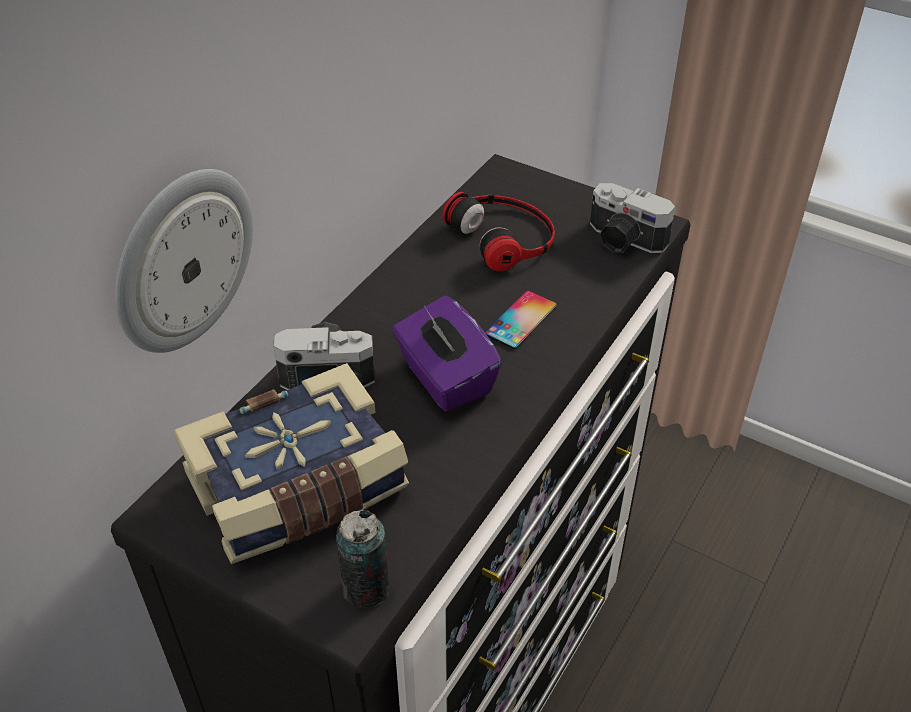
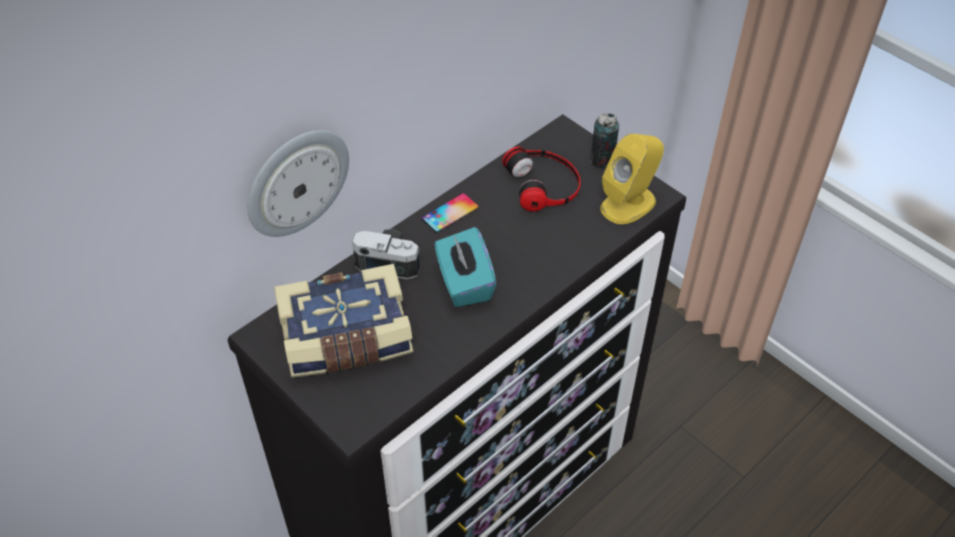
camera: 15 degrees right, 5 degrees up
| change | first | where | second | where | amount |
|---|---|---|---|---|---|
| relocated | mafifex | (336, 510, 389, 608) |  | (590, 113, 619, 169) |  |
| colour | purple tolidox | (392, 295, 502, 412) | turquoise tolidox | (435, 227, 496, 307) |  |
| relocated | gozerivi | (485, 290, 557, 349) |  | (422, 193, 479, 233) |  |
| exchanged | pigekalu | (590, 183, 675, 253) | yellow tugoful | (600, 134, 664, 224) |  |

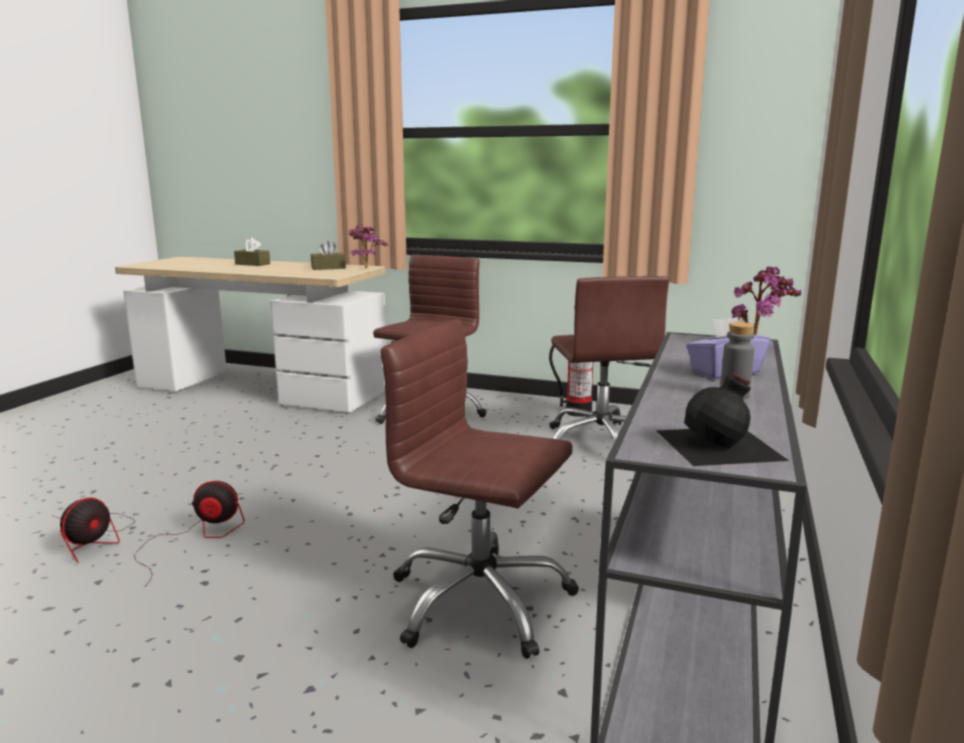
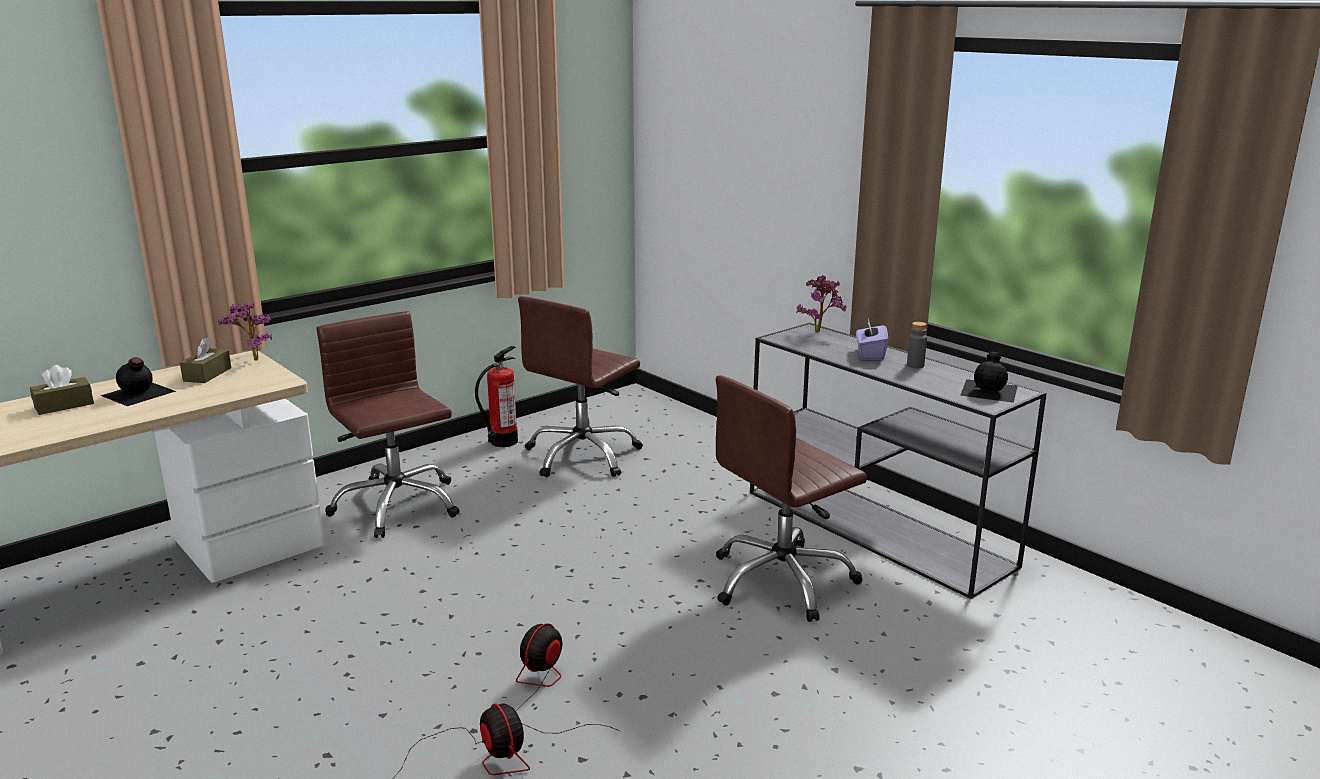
camera: 60 degrees left, 5 degrees up
| change | first | where | second | where | amount |
|---|---|---|---|---|---|
| spun | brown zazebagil | (550, 276, 669, 442) |  | (518, 296, 643, 478) | 105 degrees clockwise |
| appeared |  |  | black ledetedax | (100, 357, 176, 406) |  |

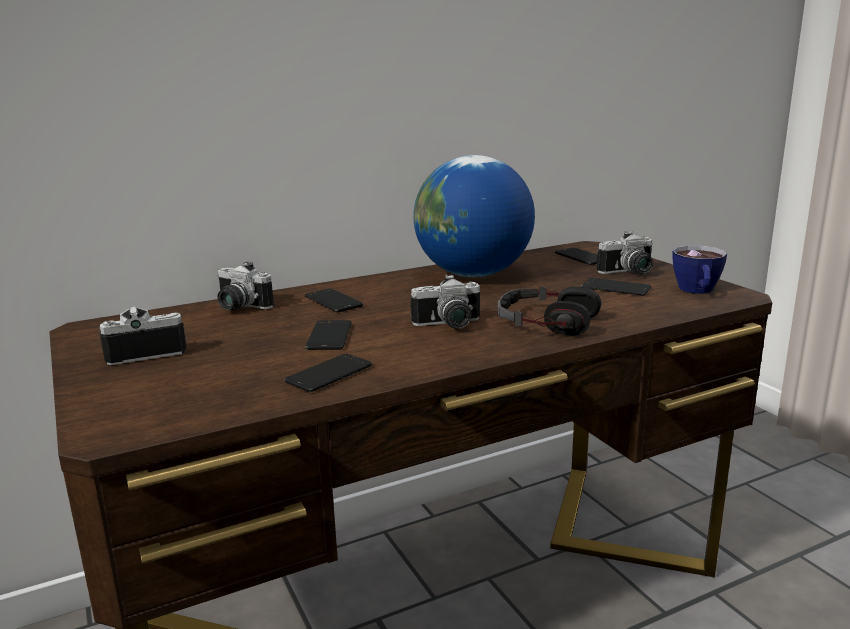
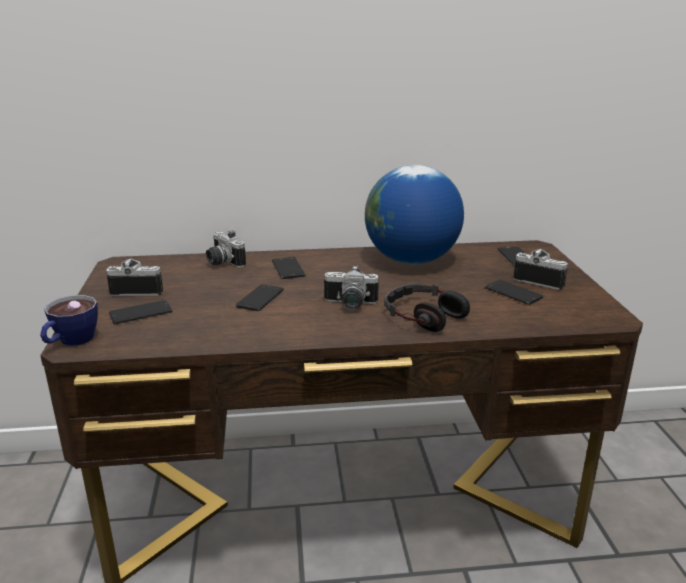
camera: 20 degrees right, 5 degrees up
| change | first | where | second | where | amount |
|---|---|---|---|---|---|
| relocated | gozerivi | (285, 354, 372, 392) |  | (109, 300, 172, 324) |  |
| spun | pigekalu | (597, 231, 653, 274) |  | (514, 249, 568, 290) | 150 degrees counterclockwise |
| relocated | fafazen | (672, 245, 727, 294) |  | (40, 295, 98, 346) |  |

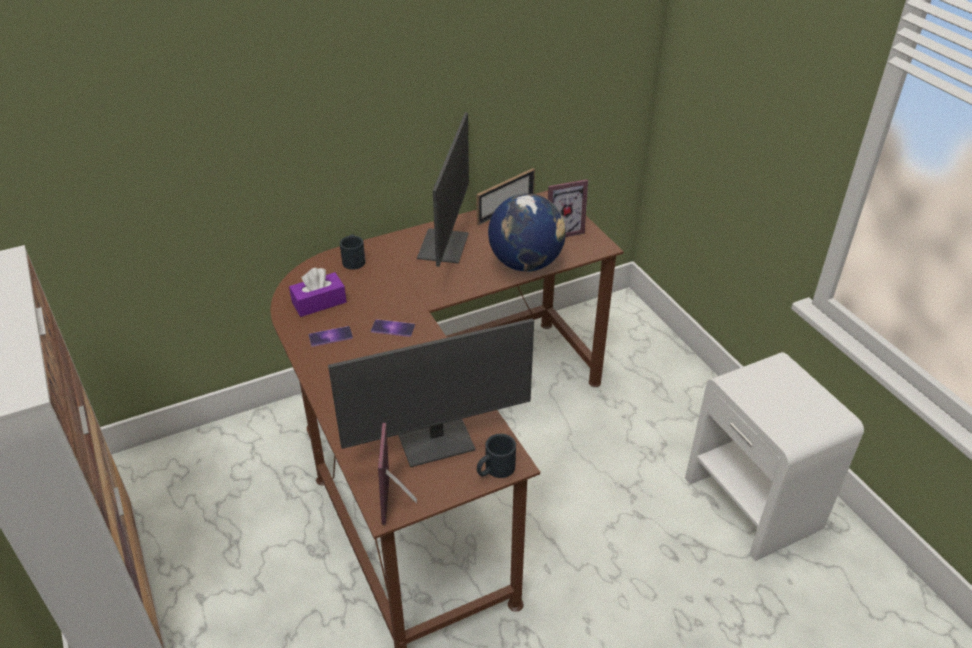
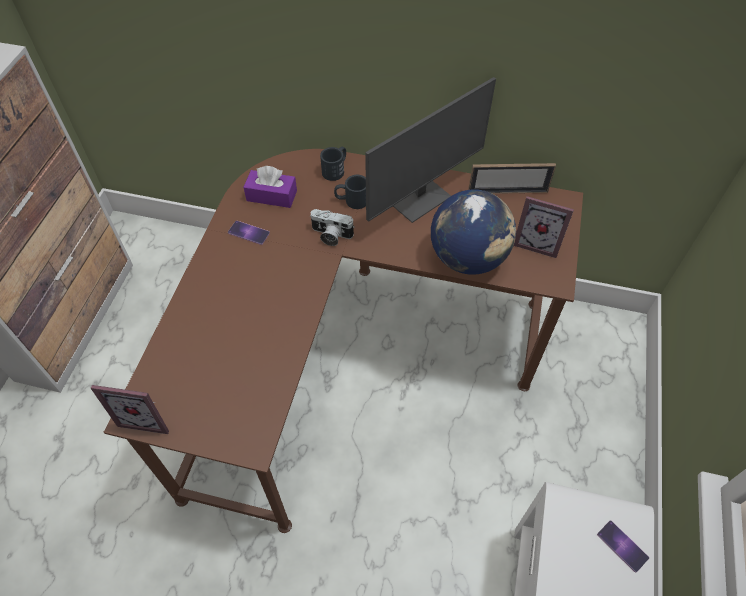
camera: 40 degrees right, 15 degrees up
| change | first | where | second | where | amount |
|---|---|---|---|---|---|
| missing | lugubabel | (328, 318, 534, 467) |  |  |  |
| relocated | gozerivi | (371, 319, 415, 337) |  | (597, 521, 649, 572) |  |
| spun | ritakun | (378, 423, 417, 525) |  | (91, 385, 169, 434) | 120 degrees counterclockwise |
| relocated | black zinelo | (477, 434, 516, 478) |  | (334, 175, 366, 209) |  |
| appeared |  |  | pigekalu | (310, 209, 355, 246) |  |

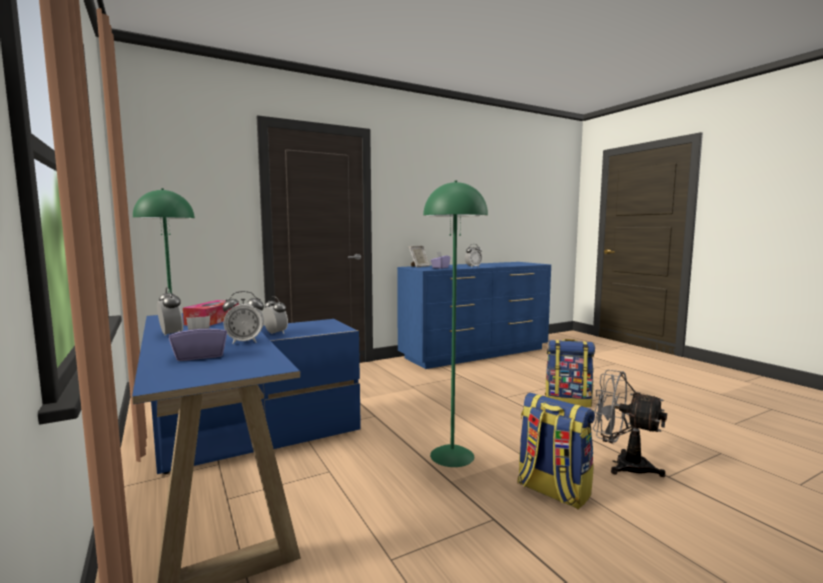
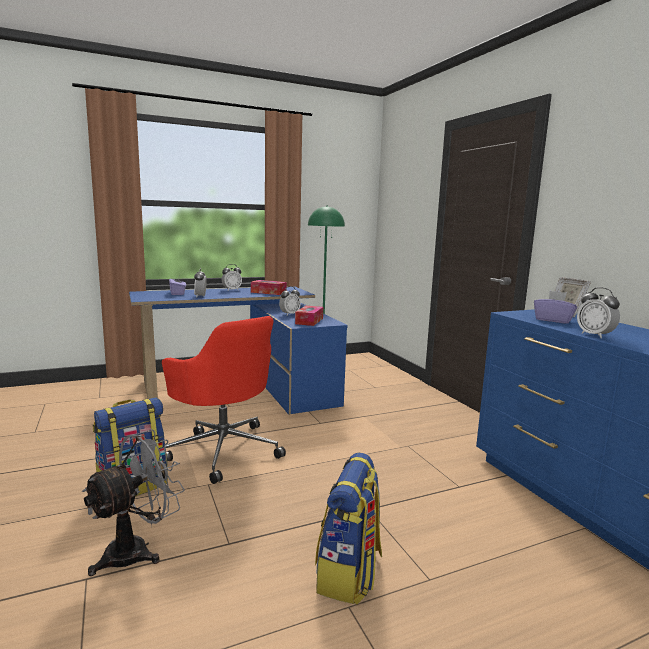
camera: 95 degrees right, 5 degrees up
| change | first | where | second | where | amount |
|---|---|---|---|---|---|
| exchanged | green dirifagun | (423, 180, 488, 467) | red zazebagil | (162, 316, 286, 484) |  |
| appeared |  |  | tolidox | (295, 306, 323, 326) |  |

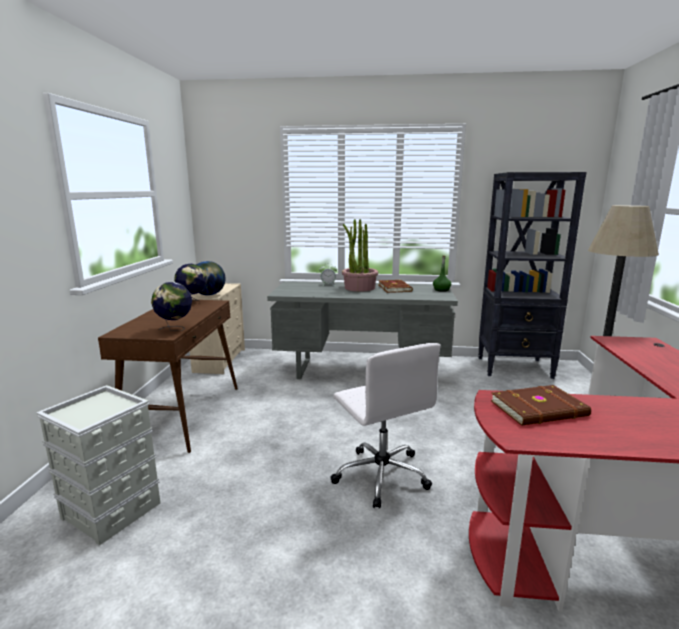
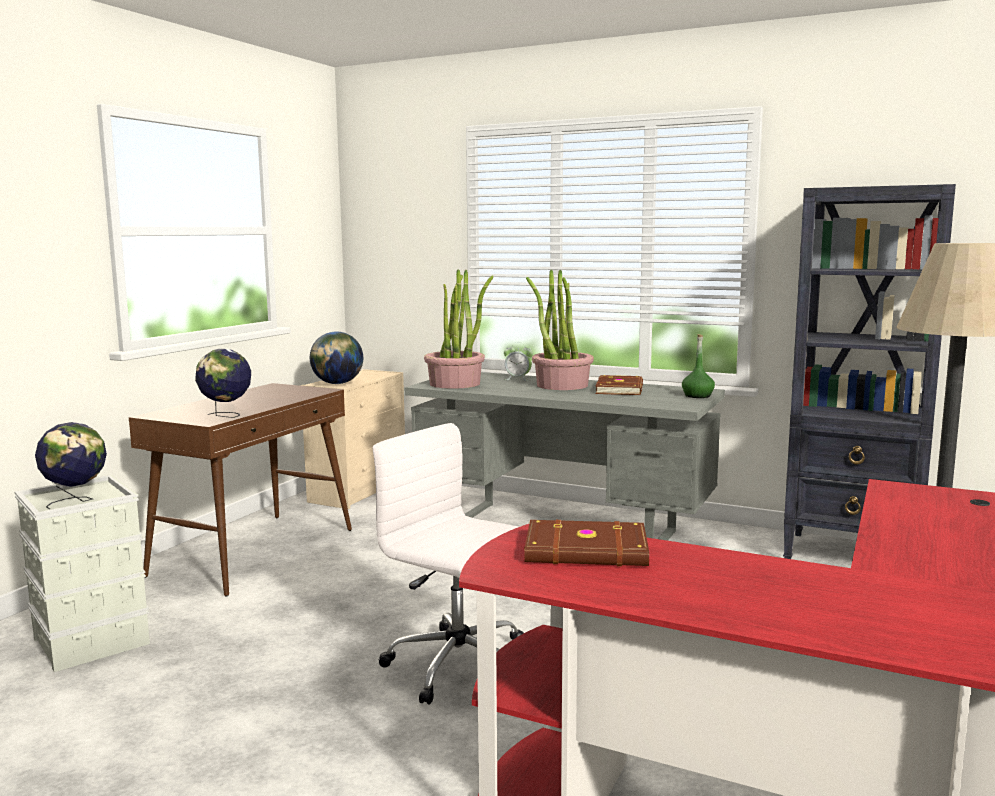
camera: 20 degrees right, 5 degrees down
| change | first | where | second | where | amount |
|---|---|---|---|---|---|
| relocated | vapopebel | (174, 264, 207, 301) |  | (35, 422, 107, 509) |  |
| spun | white zazebagil | (330, 343, 441, 508) |  | (373, 423, 524, 705) | 135 degrees clockwise |
| appeared |  |  | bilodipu | (424, 269, 493, 389) |  |

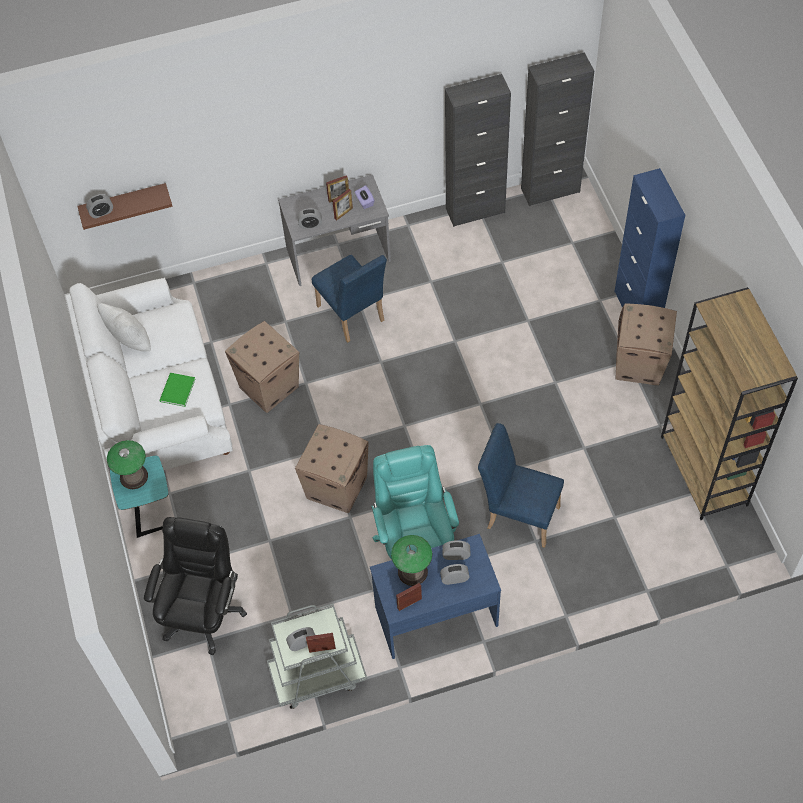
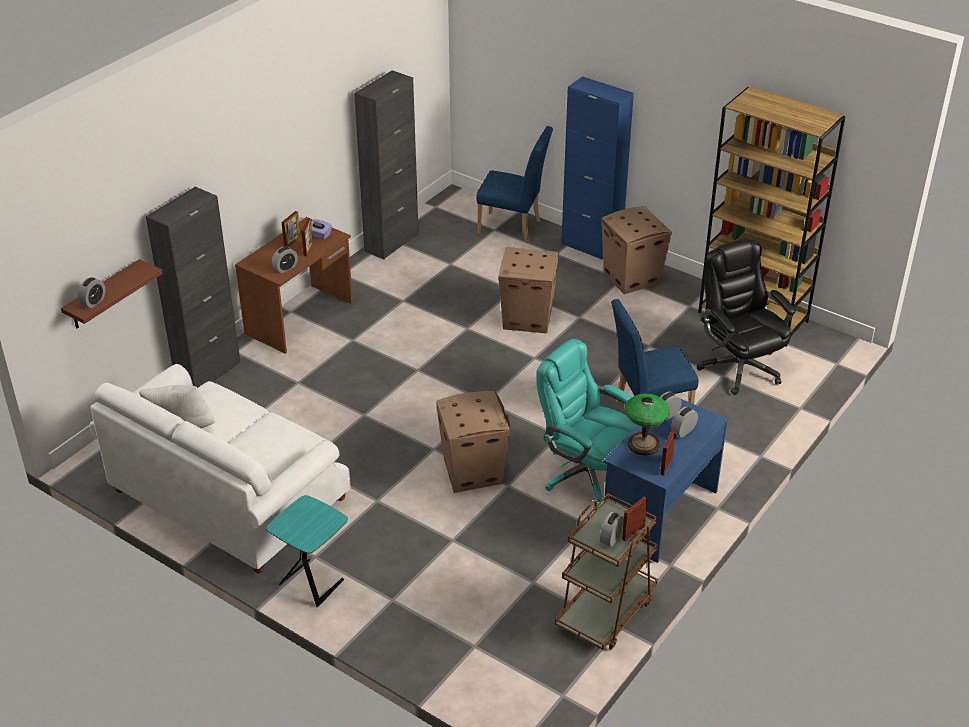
camera: 40 degrees left, 20 degrees down
| change | first | where | second | where | amount |
|---|---|---|---|---|---|
| missing | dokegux | (107, 440, 148, 489) |  |  |  |
| relocated | black zazebagil | (144, 517, 247, 655) |  | (696, 239, 796, 395) |  |
| missing | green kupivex | (159, 373, 195, 407) |  |  |  |
| relocated | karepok | (225, 321, 299, 413) |  | (498, 247, 559, 333) |  |
| colour | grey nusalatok | (267, 604, 367, 709) | brown nusalatok | (555, 494, 658, 650) |  |
| colour | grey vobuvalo | (278, 175, 391, 286) | brown vobuvalo | (235, 217, 353, 354) |  |
| relocated | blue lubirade | (312, 255, 387, 343) |  | (476, 126, 553, 243) |  |
| relocated | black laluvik | (521, 52, 594, 206) |  | (146, 187, 241, 388) |  |

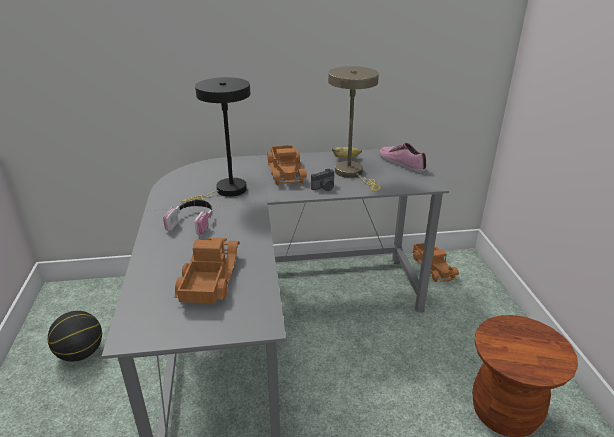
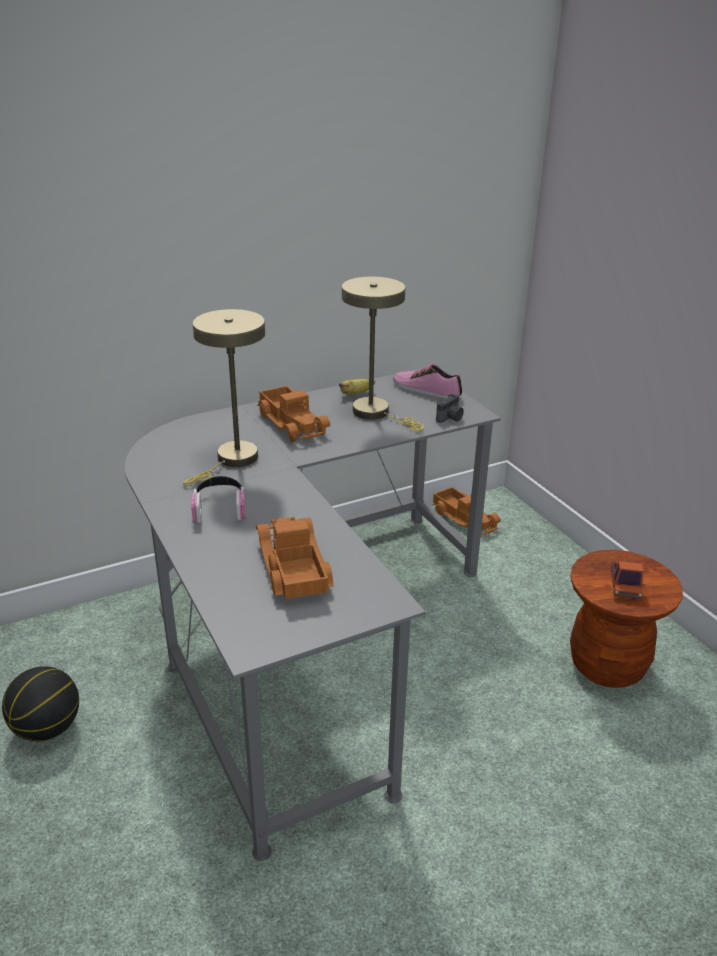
camera: 20 degrees left, 0 degrees up
| change | first | where | second | where | amount |
|---|---|---|---|---|---|
| colour | black dokegux | (180, 77, 250, 204) | beige dokegux | (183, 309, 265, 486) |  |
| relocated | pigekalu | (311, 169, 334, 191) |  | (436, 394, 464, 423) |  |
| appeared |  |  | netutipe | (611, 561, 645, 599) |  |

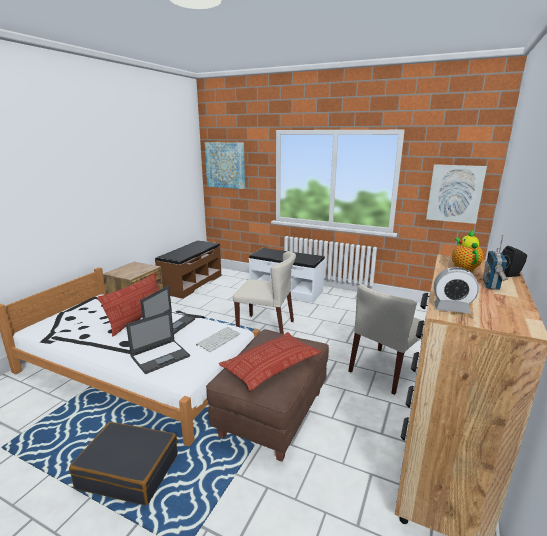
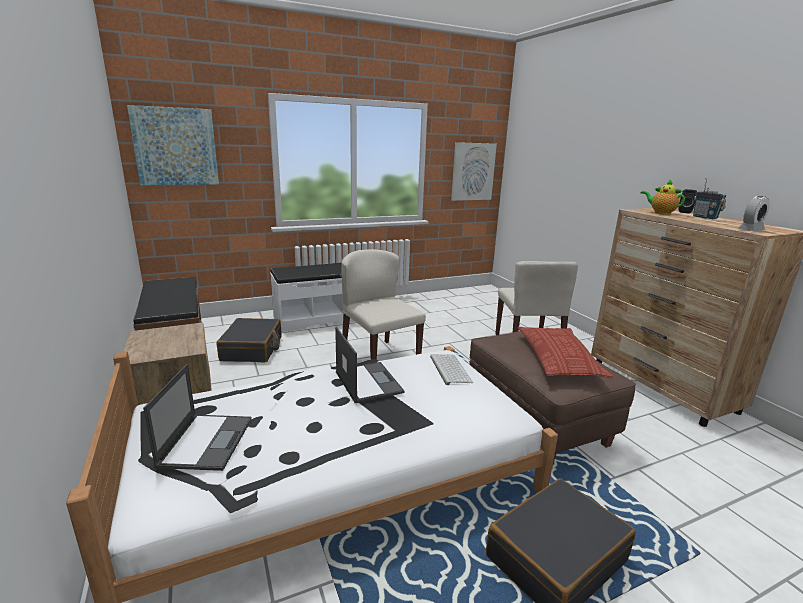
camera: 50 degrees left, 0 degrees up
| change | first | where | second | where | amount |
|---|---|---|---|---|---|
| missing | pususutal | (98, 273, 159, 336) |  |  |  |
| relocated | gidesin | (126, 310, 190, 374) |  | (143, 364, 252, 471) |  |
| spun | beige lubirade | (233, 251, 296, 334) |  | (342, 249, 426, 360) | 90 degrees counterclockwise |
| appeared |  |  | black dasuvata | (217, 318, 281, 362) |  |

